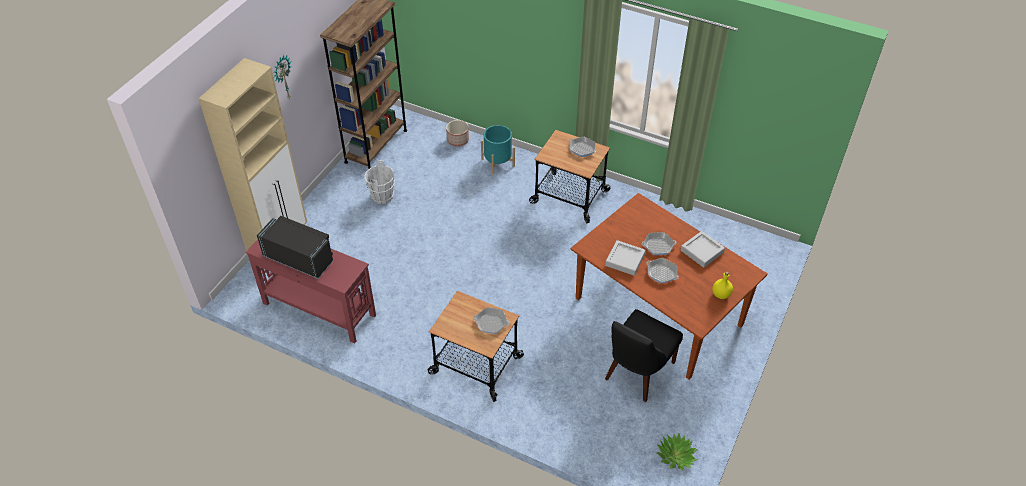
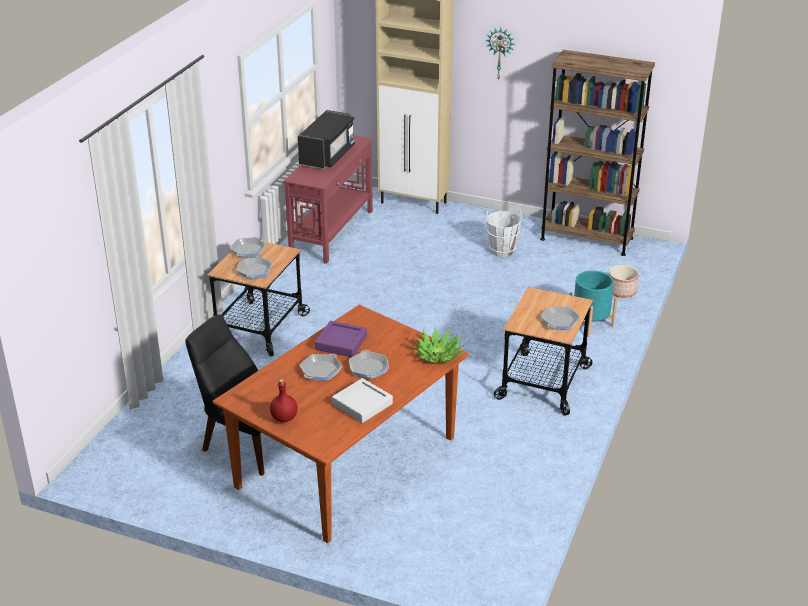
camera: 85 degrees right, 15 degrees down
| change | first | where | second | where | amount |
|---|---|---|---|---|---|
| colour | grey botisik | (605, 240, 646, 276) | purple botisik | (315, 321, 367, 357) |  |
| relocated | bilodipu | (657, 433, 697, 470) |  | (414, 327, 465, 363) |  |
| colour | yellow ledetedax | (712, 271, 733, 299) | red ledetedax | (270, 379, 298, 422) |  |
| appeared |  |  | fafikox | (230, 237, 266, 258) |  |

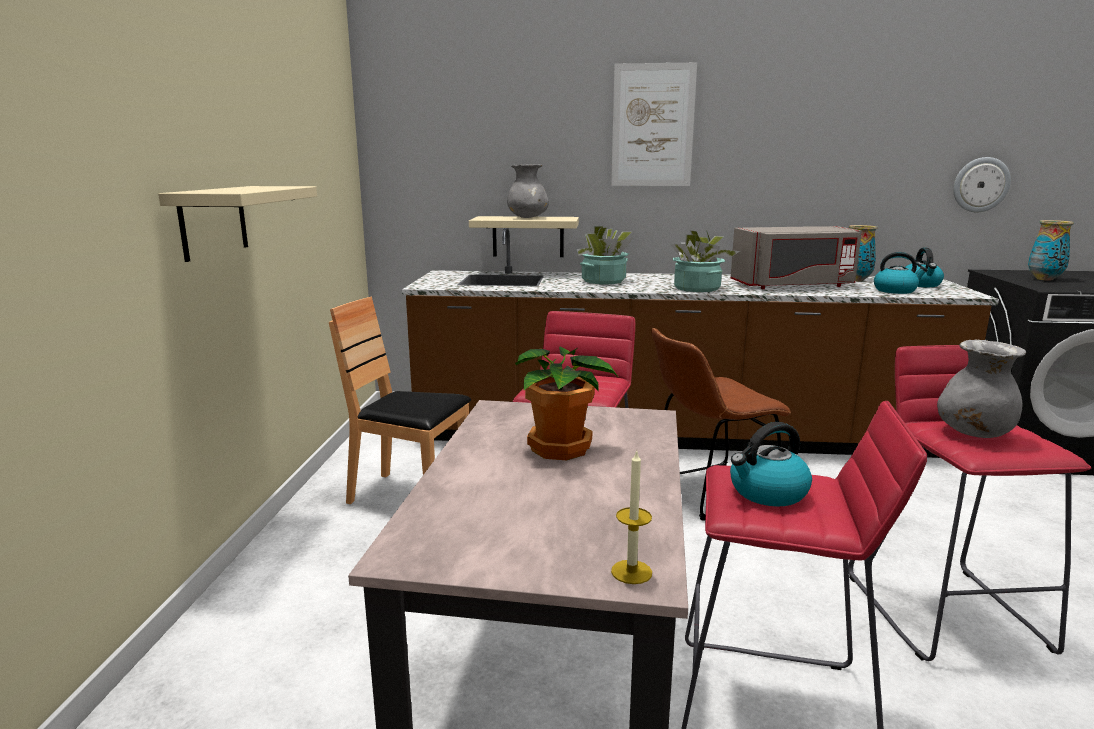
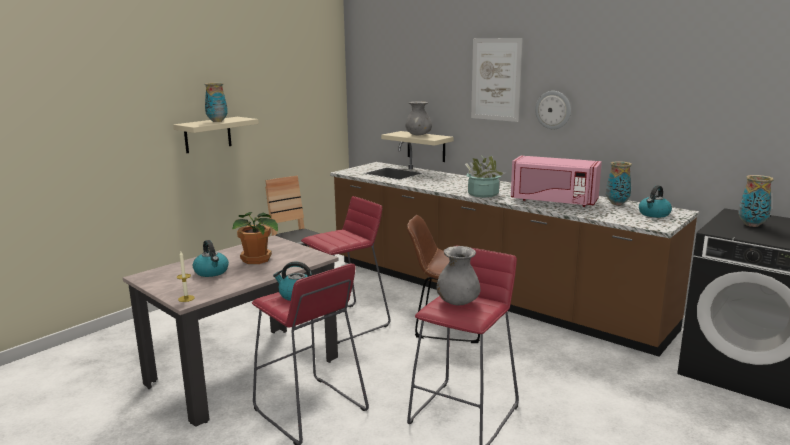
camera: 35 degrees right, 0 degrees up
| change | first | where | second | where | amount |
|---|---|---|---|---|---|
| missing | bilodipu | (577, 226, 633, 284) |  |  |  |
| colour | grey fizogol | (730, 226, 862, 289) | pink fizogol | (511, 156, 602, 207) |  |
| relocated | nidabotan | (874, 252, 928, 294) |  | (193, 240, 229, 277) |  |
| relocated | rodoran | (953, 157, 1011, 212) |  | (535, 91, 571, 129) |  |
| appeared |  |  | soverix | (204, 83, 228, 122) |  |

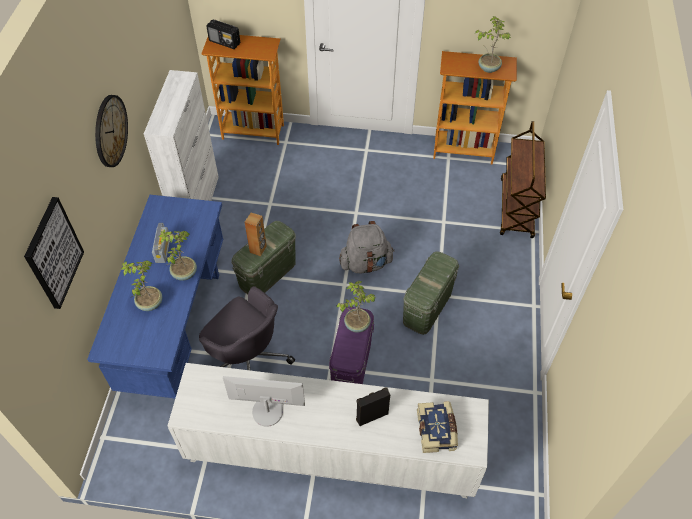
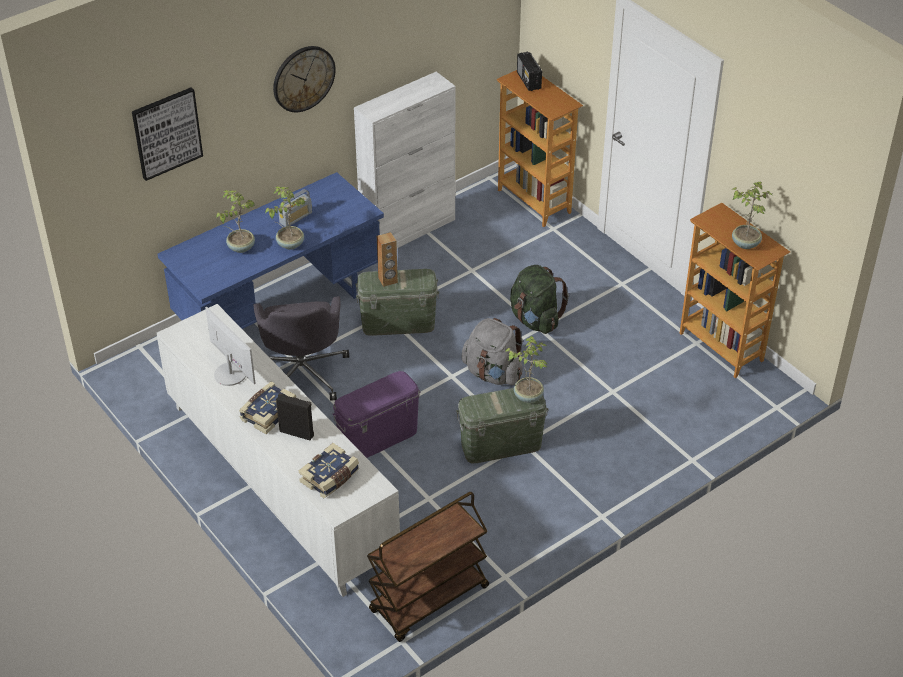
camera: 45 degrees right, 10 degrees down
| change | first | where | second | where | amount |
|---|---|---|---|---|---|
| relocated | bilodipu | (336, 281, 376, 333) |  | (505, 336, 547, 403) |  |
| relocated | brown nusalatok | (500, 121, 546, 238) |  | (367, 492, 489, 642) |  |
| appeared |  |  | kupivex | (239, 382, 296, 434) |  |
| appeared |  |  | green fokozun | (510, 265, 569, 334) |  |

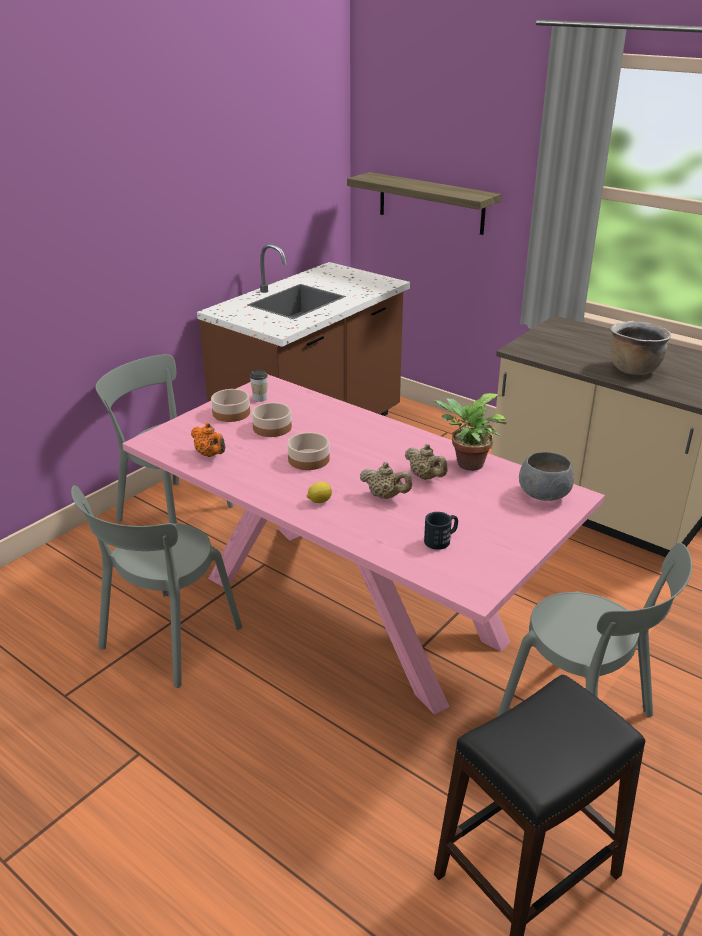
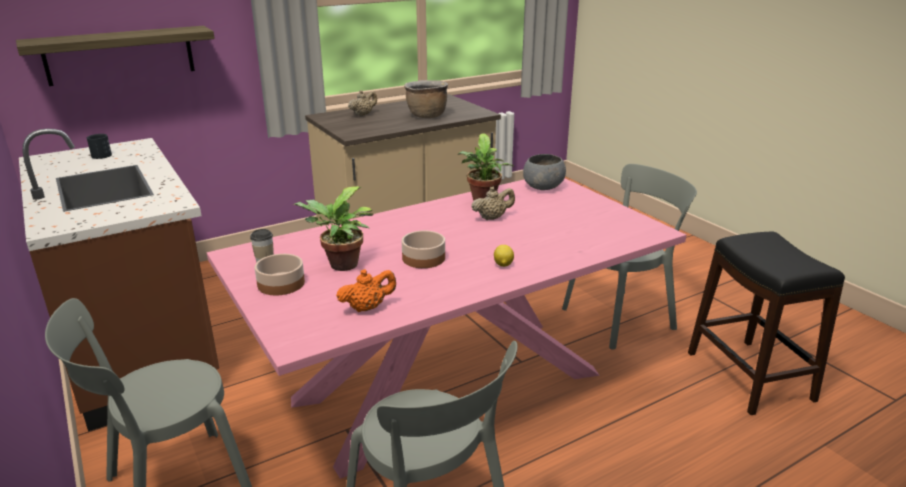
camera: 70 degrees left, 5 degrees down
| change | first | where | second | where | amount |
|---|---|---|---|---|---|
| exchanged | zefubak | (252, 402, 292, 437) | bilodipu | (293, 186, 373, 271) |  |
| relocated | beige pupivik | (360, 462, 412, 499) |  | (348, 90, 377, 116) |  |
| relocated | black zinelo | (424, 512, 458, 550) |  | (87, 134, 112, 159) |  |

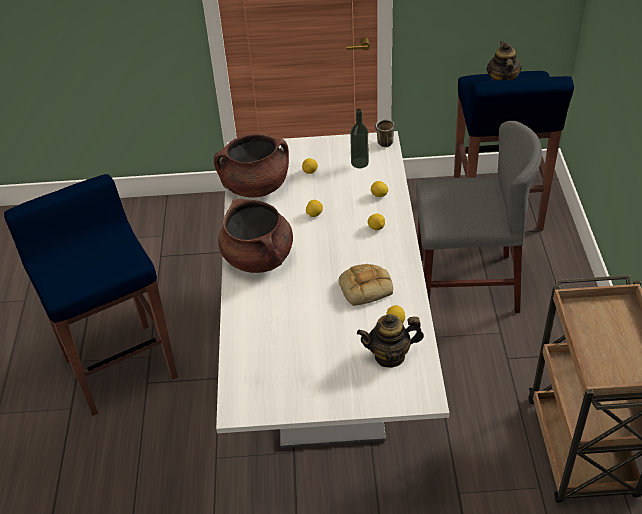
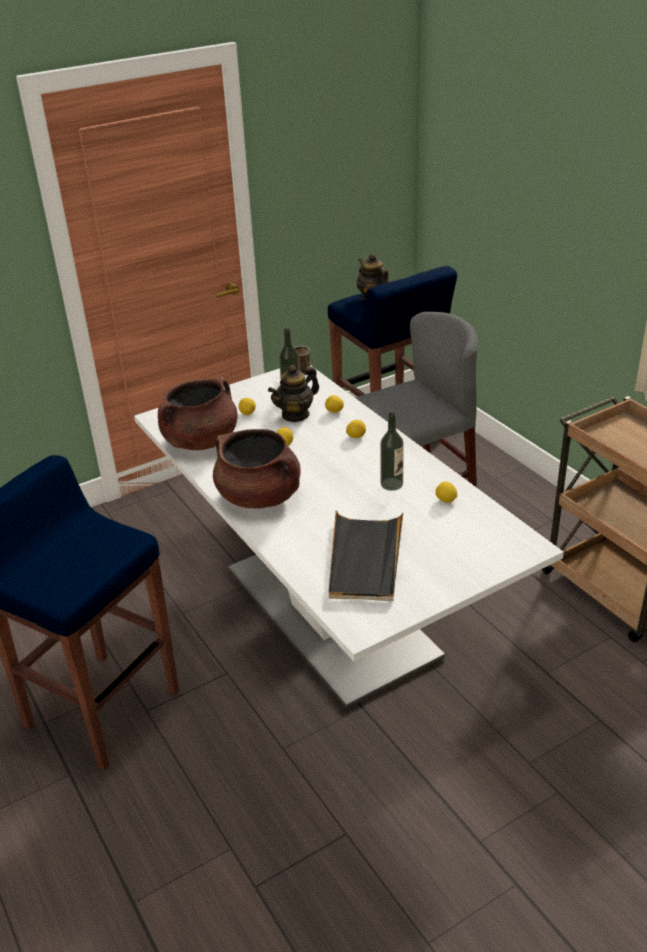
camera: 30 degrees left, 10 degrees down
| change | first | where | second | where | amount |
|---|---|---|---|---|---|
| exchanged | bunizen | (339, 264, 393, 306) | ledetedax | (380, 412, 404, 491) |  |
| relocated | pupivik | (357, 314, 424, 368) |  | (268, 365, 319, 422) |  |
| appeared |  |  | black botisik | (329, 511, 403, 601) |  |

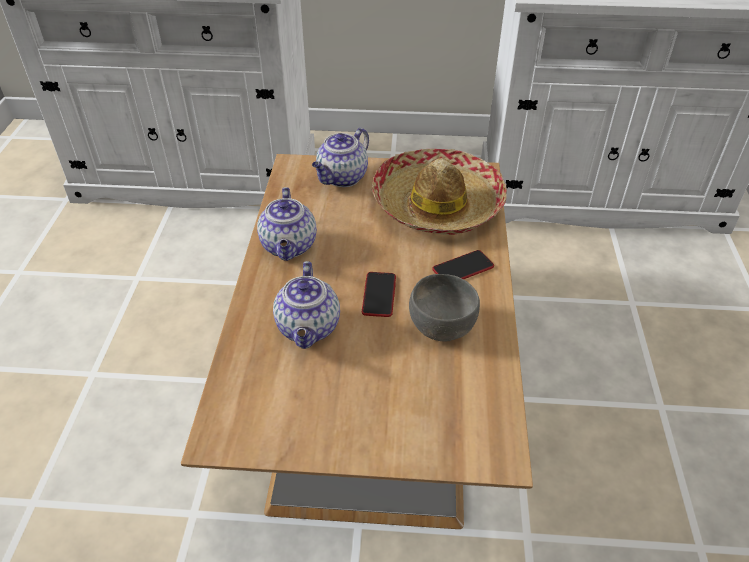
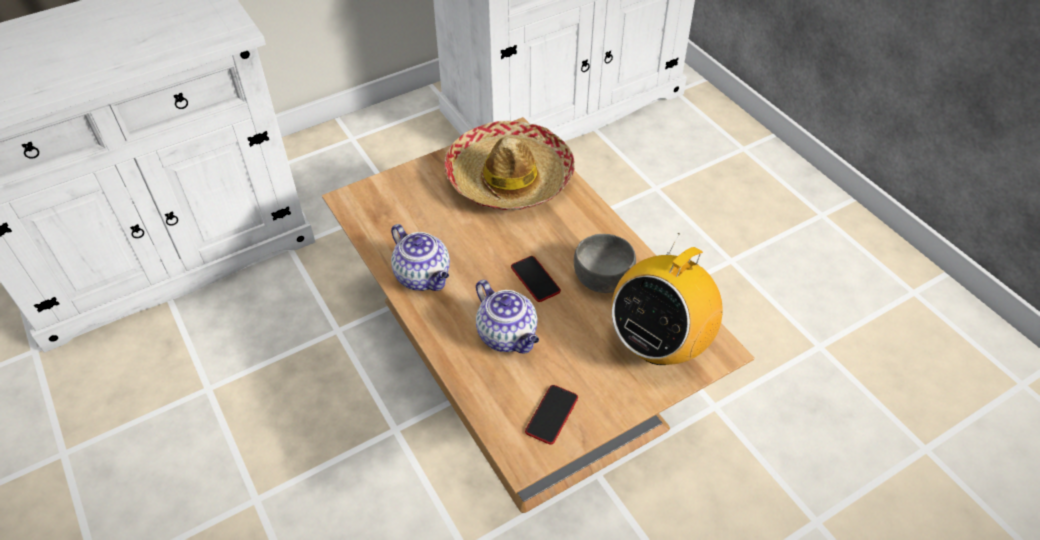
camera: 35 degrees left, 5 degrees up
| change | first | where | second | where | amount |
|---|---|---|---|---|---|
| missing | pupivik | (312, 128, 369, 187) |  |  |  |
| relocated | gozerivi | (432, 250, 494, 279) |  | (525, 385, 578, 445) |  |
| appeared |  |  | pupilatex | (611, 233, 723, 365) |  |

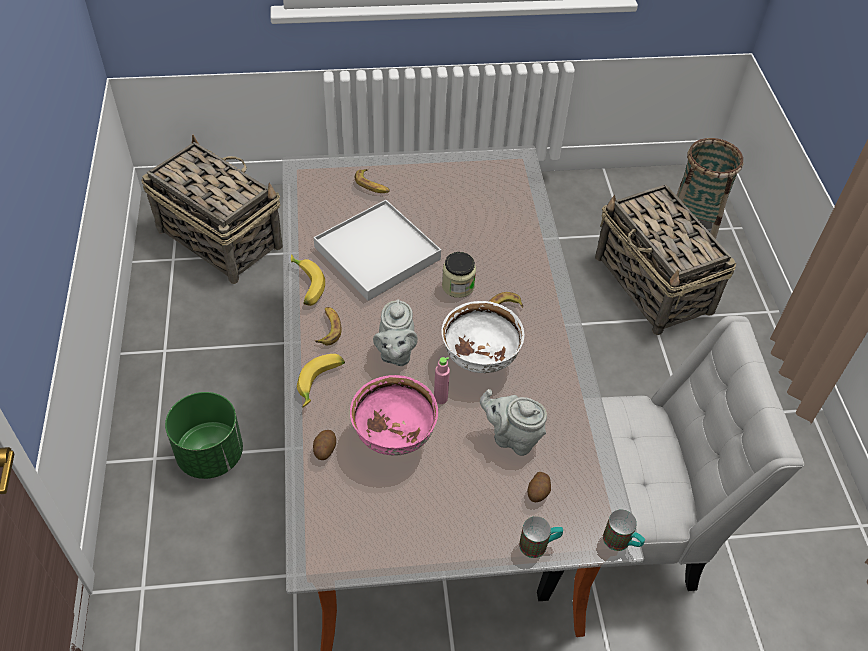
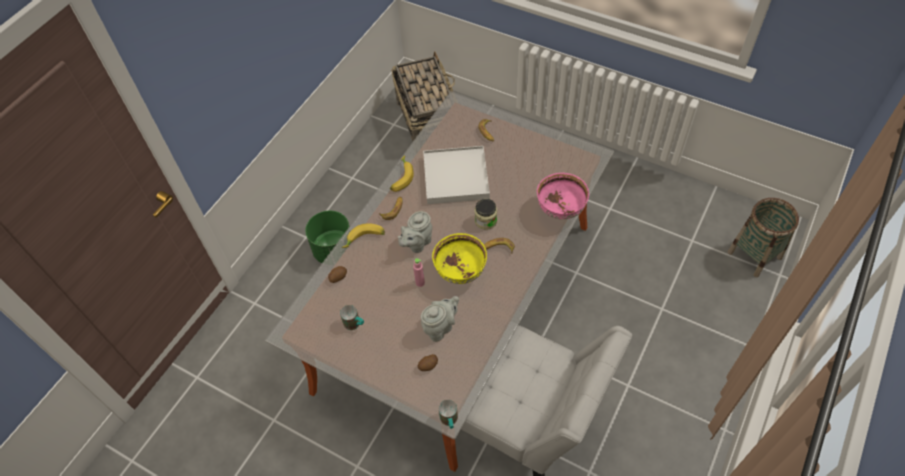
camera: 40 degrees right, 5 degrees up
| change | first | where | second | where | amount |
|---|---|---|---|---|---|
| relocated | pink zefubak | (350, 375, 438, 455) |  | (537, 173, 589, 219) |  |
| colour | white zefubak | (441, 301, 524, 373) | yellow zefubak | (432, 233, 487, 284) |  |
| spun | grey pupivik | (480, 389, 547, 456) |  | (421, 296, 459, 342) | 75 degrees clockwise |
| relocated | zinelo | (519, 516, 563, 558) |  | (340, 305, 364, 330) |  |
| missing | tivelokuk | (595, 184, 736, 335) |  |  |  |

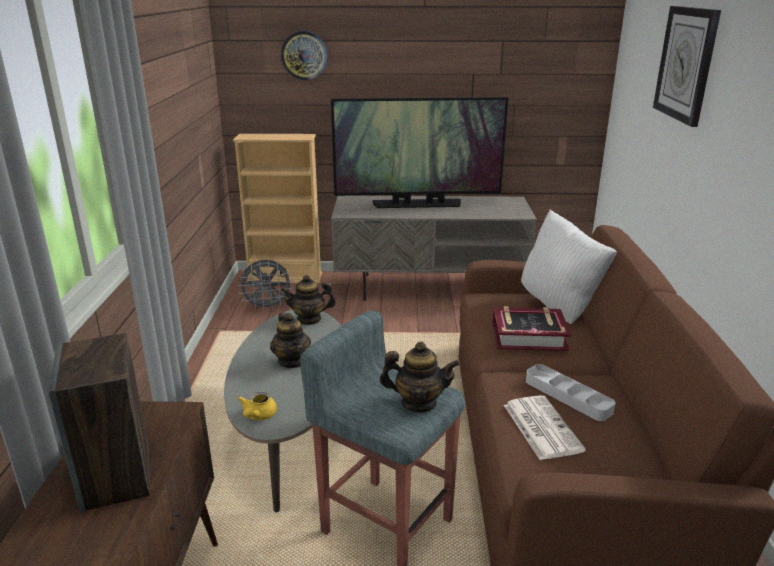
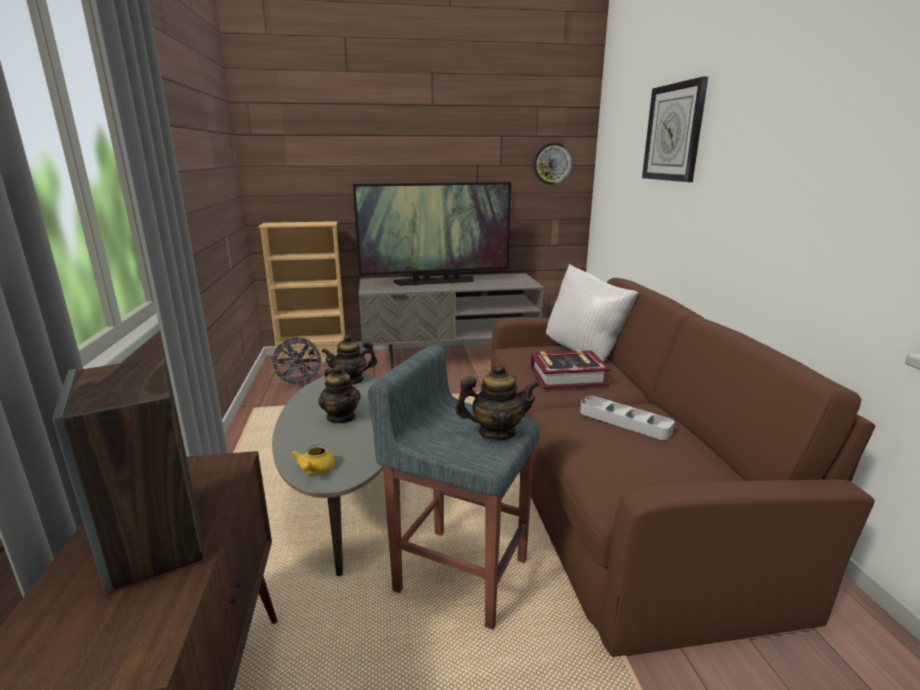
camera: 10 degrees left, 5 degrees down
| change | first | where | second | where | amount |
|---|---|---|---|---|---|
| relocated | rodoran | (281, 31, 328, 80) |  | (533, 143, 573, 185) |  |
| missing | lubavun | (504, 395, 586, 460) |  |  |  |

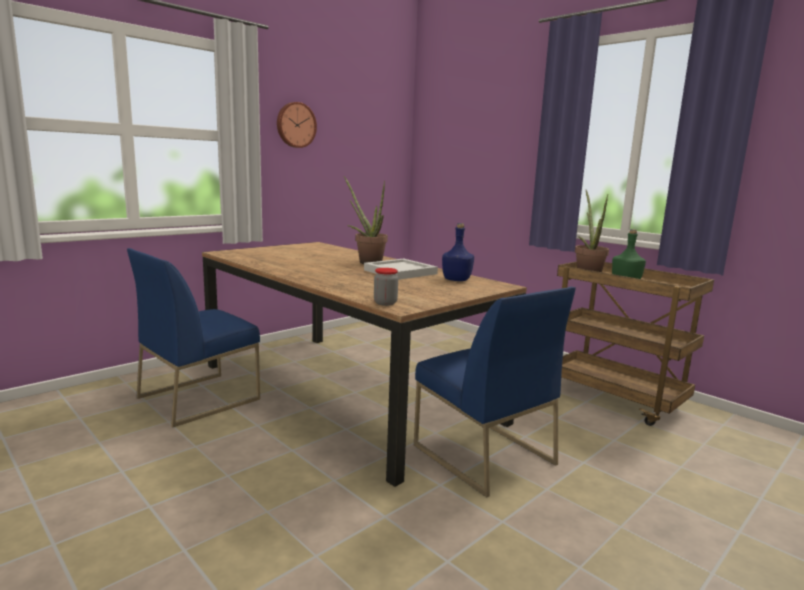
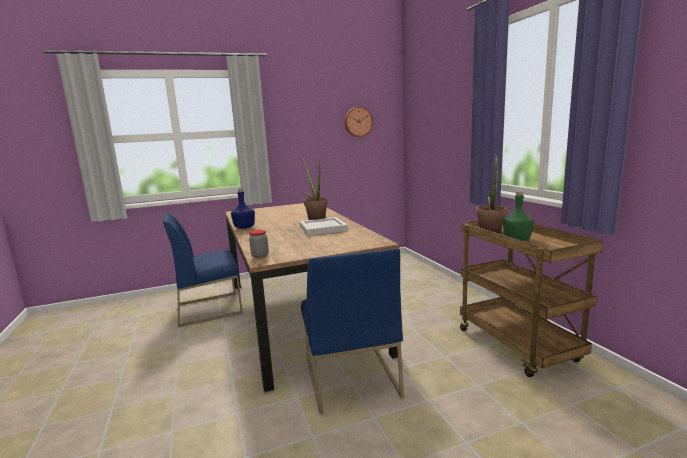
camera: 25 degrees right, 0 degrees up
| change | first | where | second | where | amount |
|---|---|---|---|---|---|
| relocated | rodoran | (277, 102, 317, 148) |  | (345, 107, 373, 137) |  |
| relocated | blue ledetedax | (442, 223, 474, 281) |  | (231, 189, 255, 229) |  |

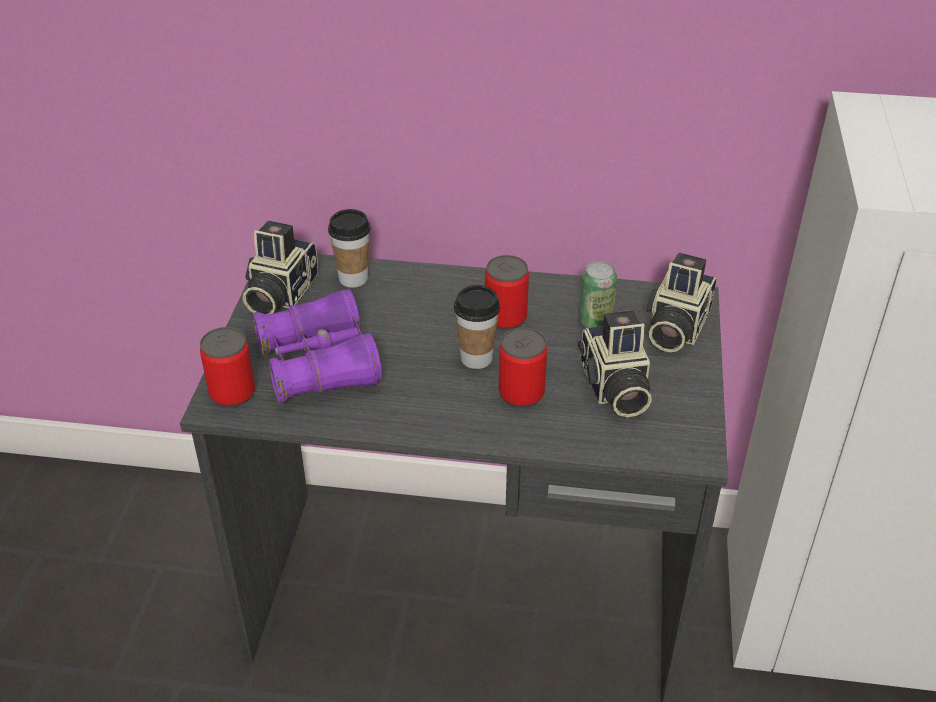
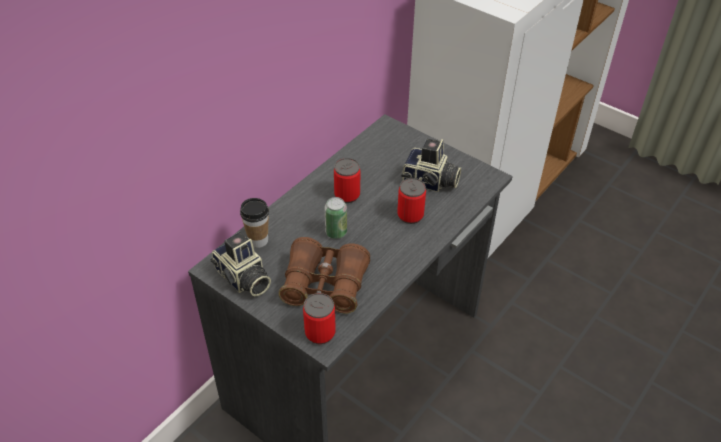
camera: 60 degrees left, 5 degrees up
| change | first | where | second | where | amount |
|---|---|---|---|---|---|
| colour | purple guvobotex | (252, 289, 382, 403) | brown guvobotex | (279, 237, 370, 314) |  |
| missing | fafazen | (454, 285, 500, 369) |  |  |  |
| relocated | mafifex | (579, 261, 617, 328) |  | (325, 197, 347, 239) |  |
| missing | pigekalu | (646, 253, 717, 352) |  |  |  |

